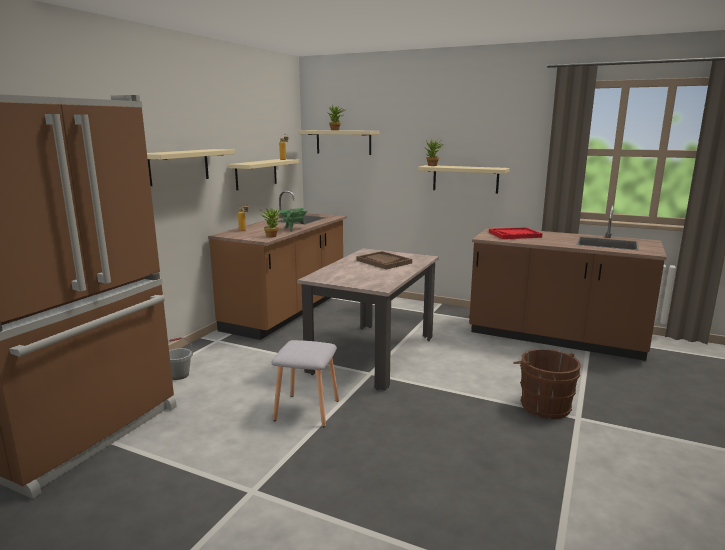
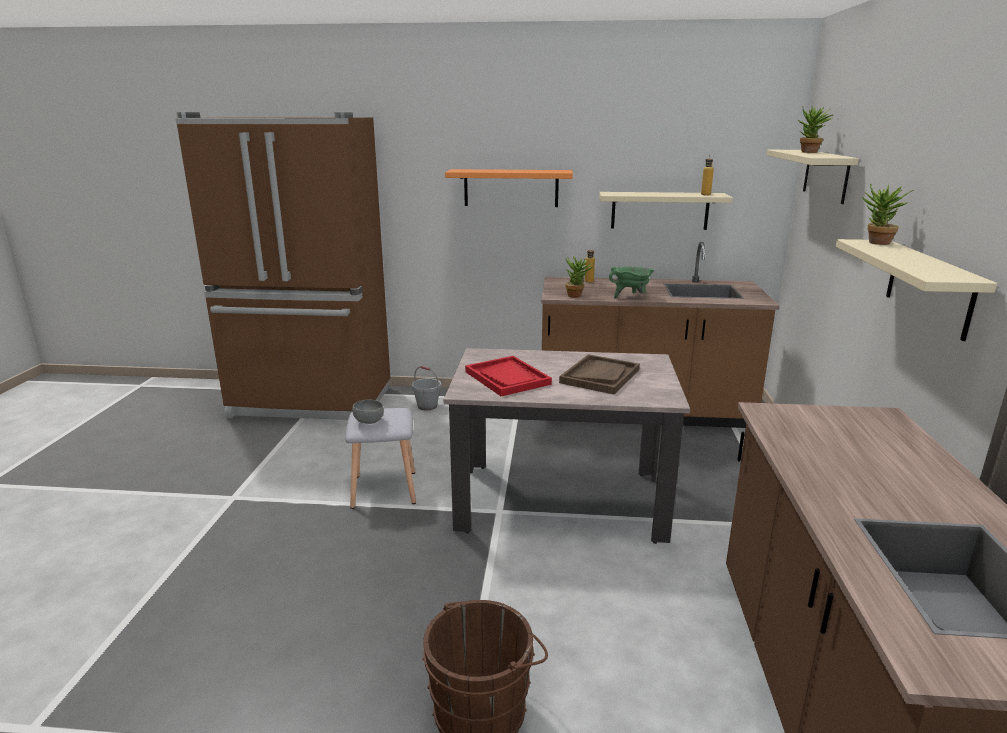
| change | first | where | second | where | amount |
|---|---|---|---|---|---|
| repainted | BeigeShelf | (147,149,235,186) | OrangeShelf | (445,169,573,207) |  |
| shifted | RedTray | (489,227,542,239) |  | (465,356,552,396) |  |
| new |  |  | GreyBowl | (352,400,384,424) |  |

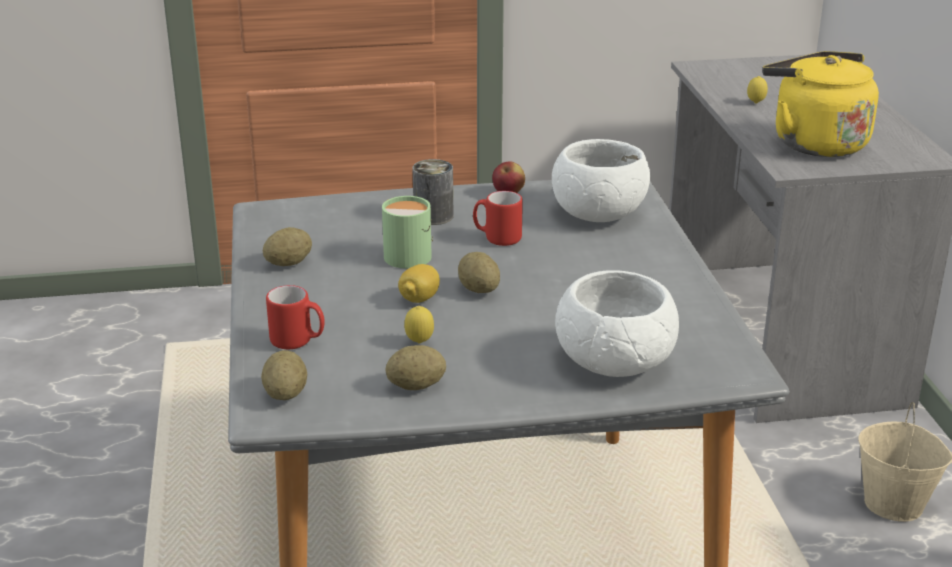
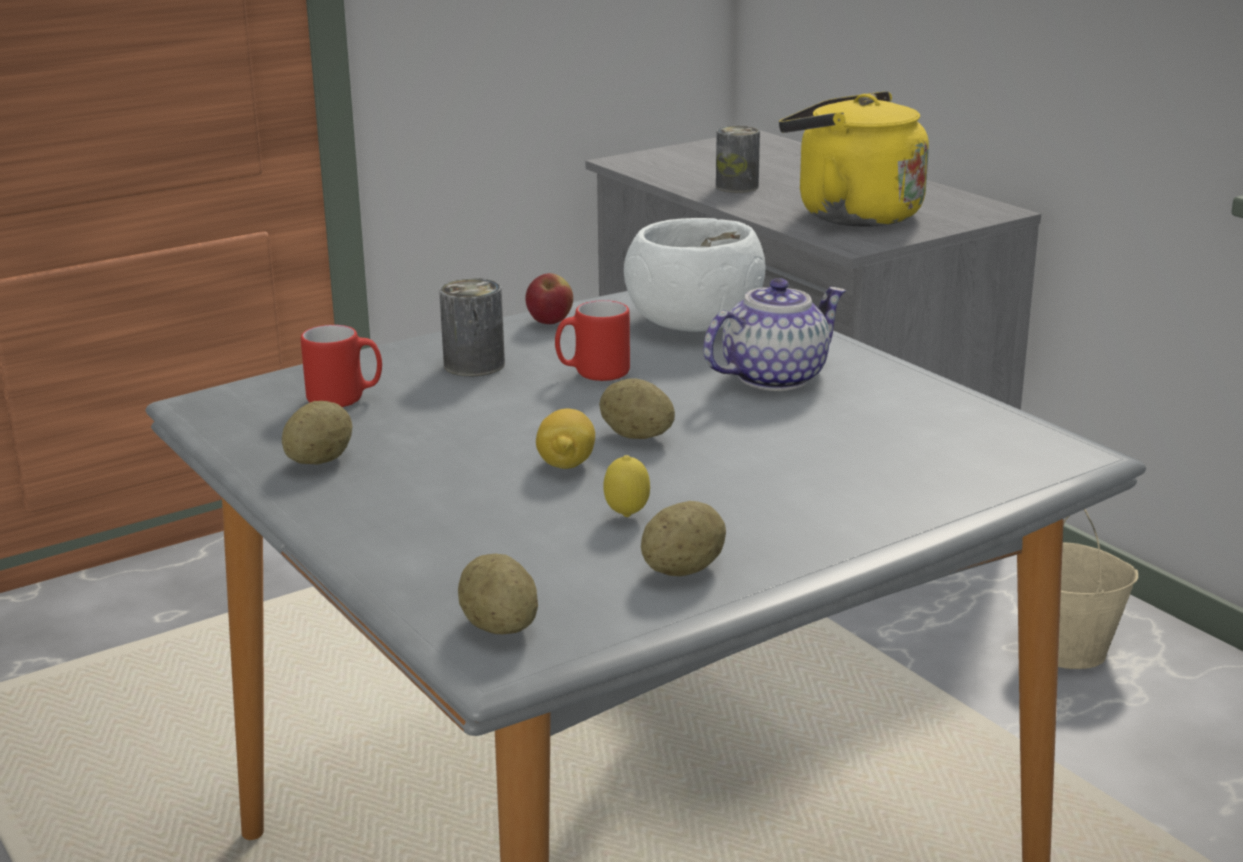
| change | first | where | second | where | amount |
|---|---|---|---|---|---|
| swapped | Lemon | (747,76,768,104) | Can | (716,126,760,193) |  |
| gone | GreenMug | (382,196,433,269) |  |  |  |
| gone | WhiteBowl | (555,270,679,377) |  |  |  |
| shifted | RedMug | (266,285,325,349) |  | (301,325,382,407) |  |
| new |  |  | Teapot | (703,278,847,391) |  |

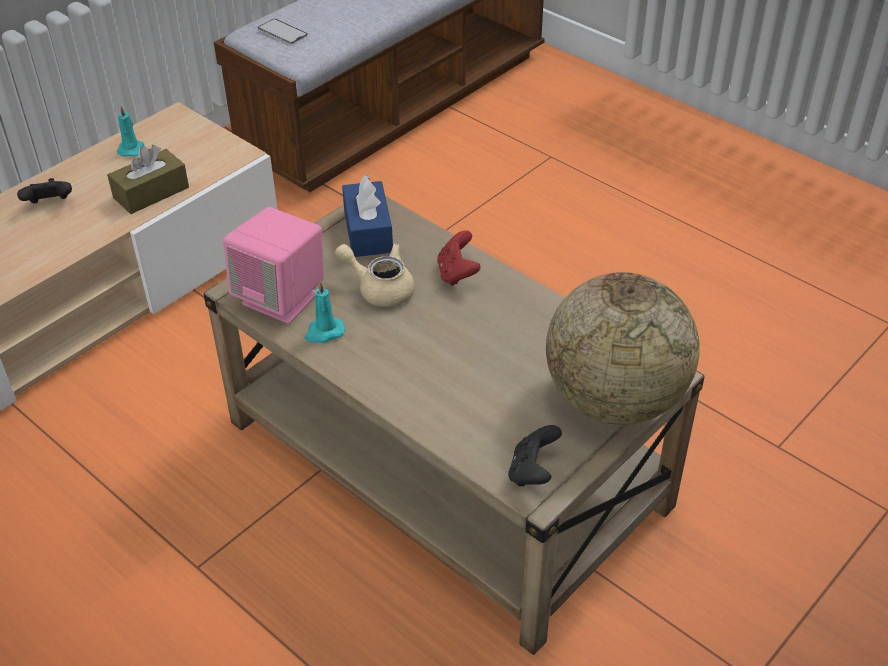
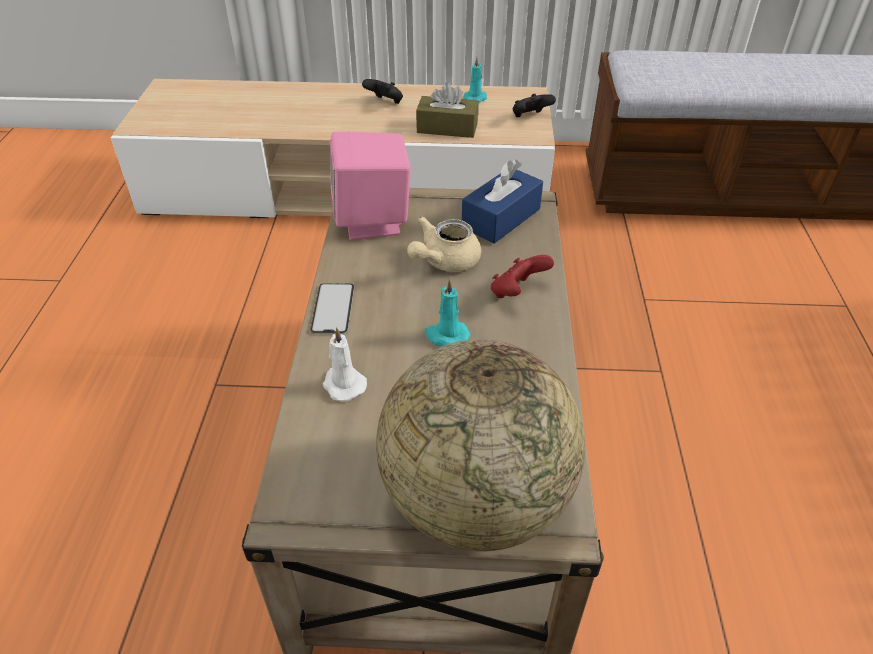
| change | first | where | second | where | amount |
|---|---|---|---|---|---|
| shifted | Phone | (258,19,308,44) |  | (310,283,354,334) |  |
| rotated | BeigeTeapot | (335,243,415,307) |  | (407,216,481,272) | 120 degrees counterclockwise |
| shifted | TurquoiseCandle | (305,281,345,343) |  | (425,278,470,346) |  |
| shifted | BlackGameController | (508,425,562,486) |  | (513,94,556,117) |  |
| new |  |  | WhiteCandle | (322,327,367,401) |  |

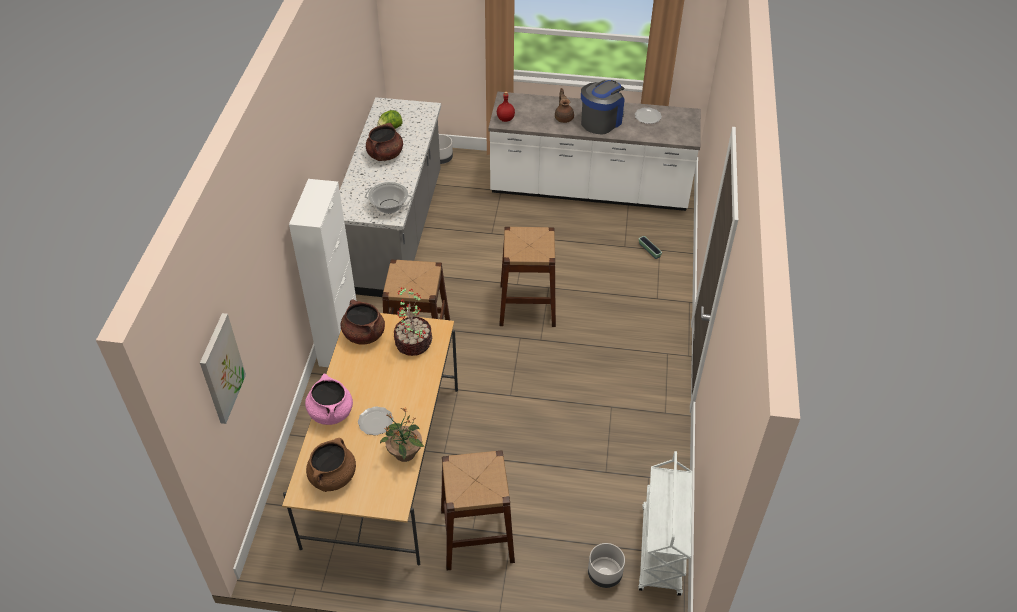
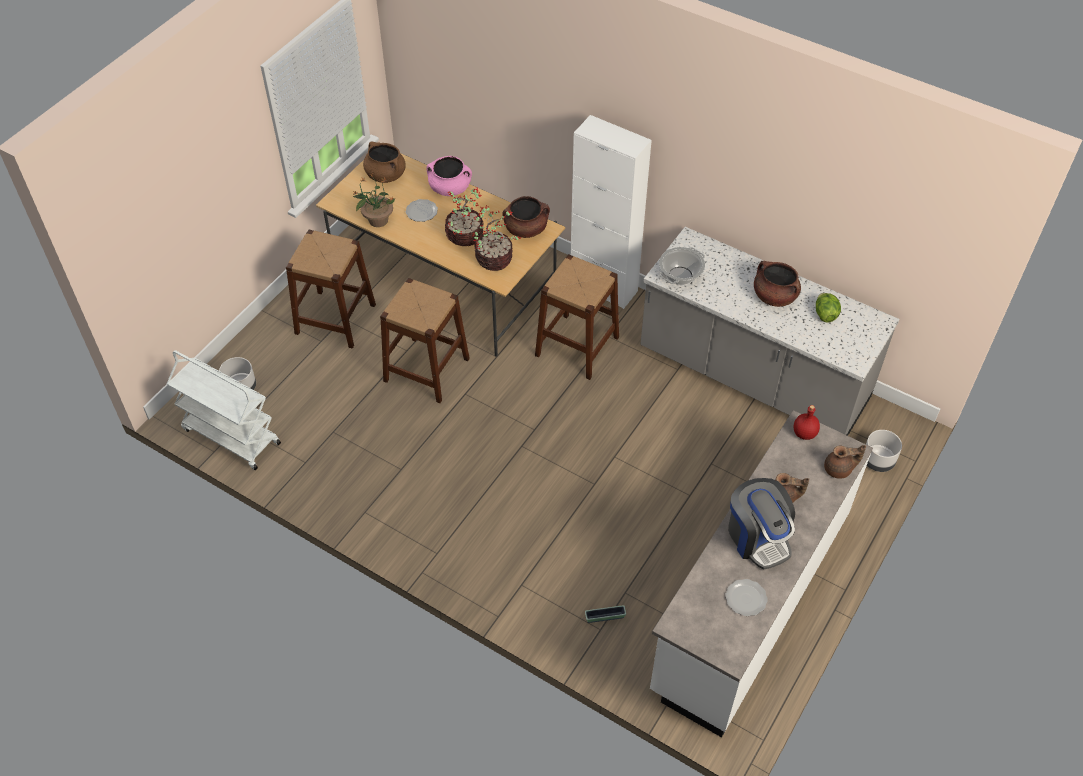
| change | first | where | second | where | amount |
|---|---|---|---|---|---|
| shifted | BrownStool | (499,227,556,327) |  | (380,278,470,403) |  |
| gone | Picture | (200,313,246,424) |  |  |  |
| new |  |  | PottedPlant | (445,187,483,246) |  |
| new |  |  | BrownTeapot | (824,445,866,479) |  |

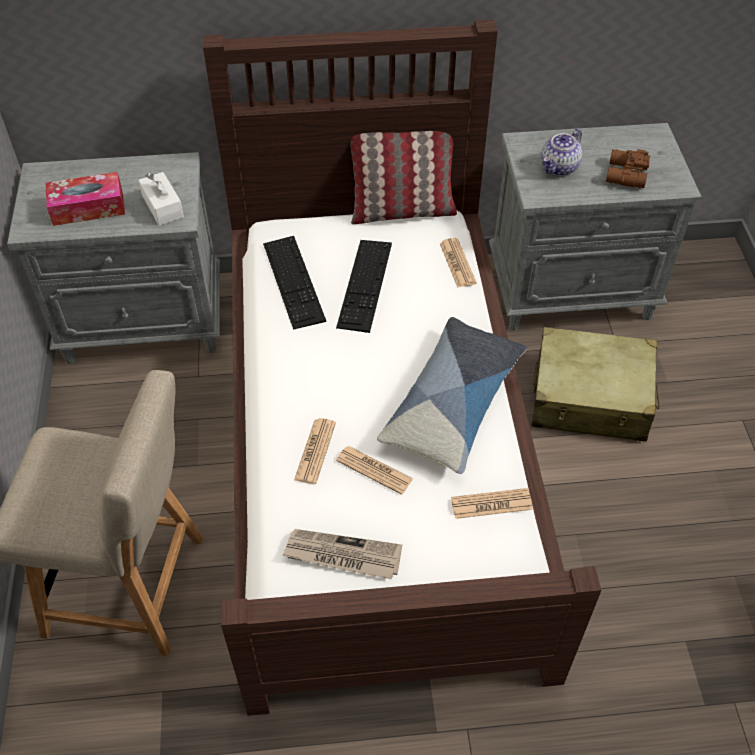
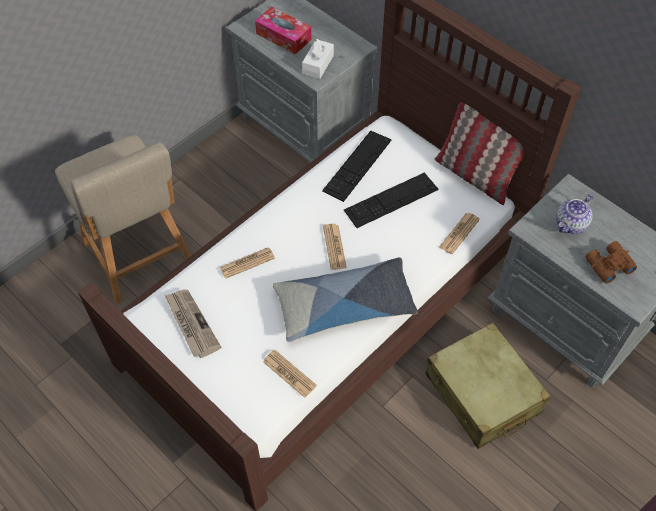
| change | first | where | second | where | amount |
|---|---|---|---|---|---|
| rotated | Teapot | (541,128,582,176) |  | (556,194,593,234) | 45 degrees counterclockwise |
| shifted | Newspaper | (336,446,413,495) |  | (323,224,347,270) |  |

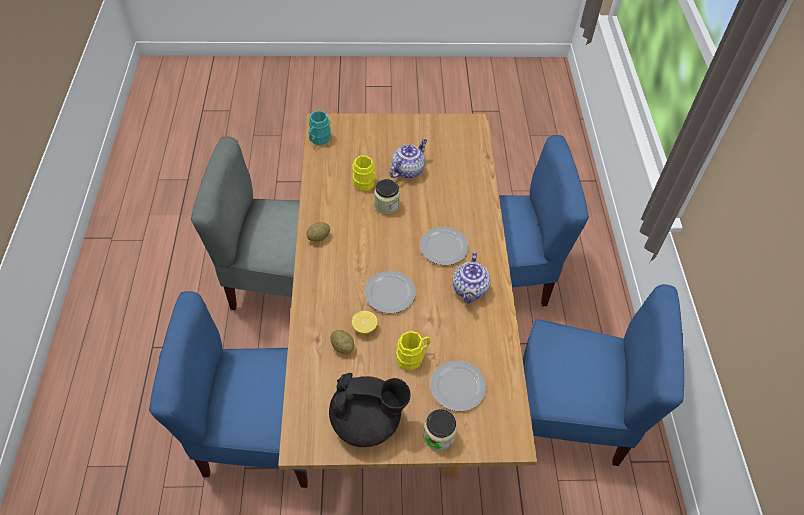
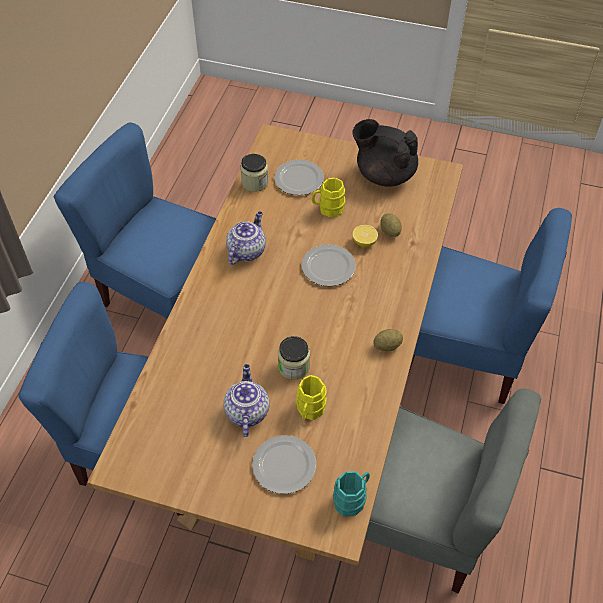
| change | first | where | second | where | amount |
|---|---|---|---|---|---|
| rotated | Teapot | (389,139,427,179) |  | (224,364,269,437) | 120 degrees clockwise |
| shifted | Plate | (420,227,469,265) |  | (252,435,317,494) |  |
| shifted | Jar | (423,409,457,451) |  | (240,154,268,192) |  |

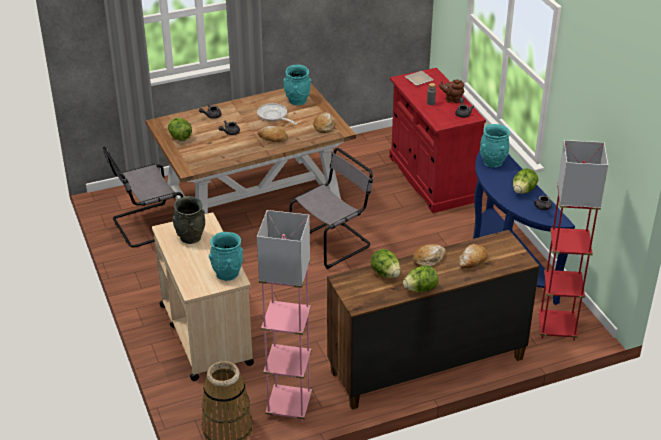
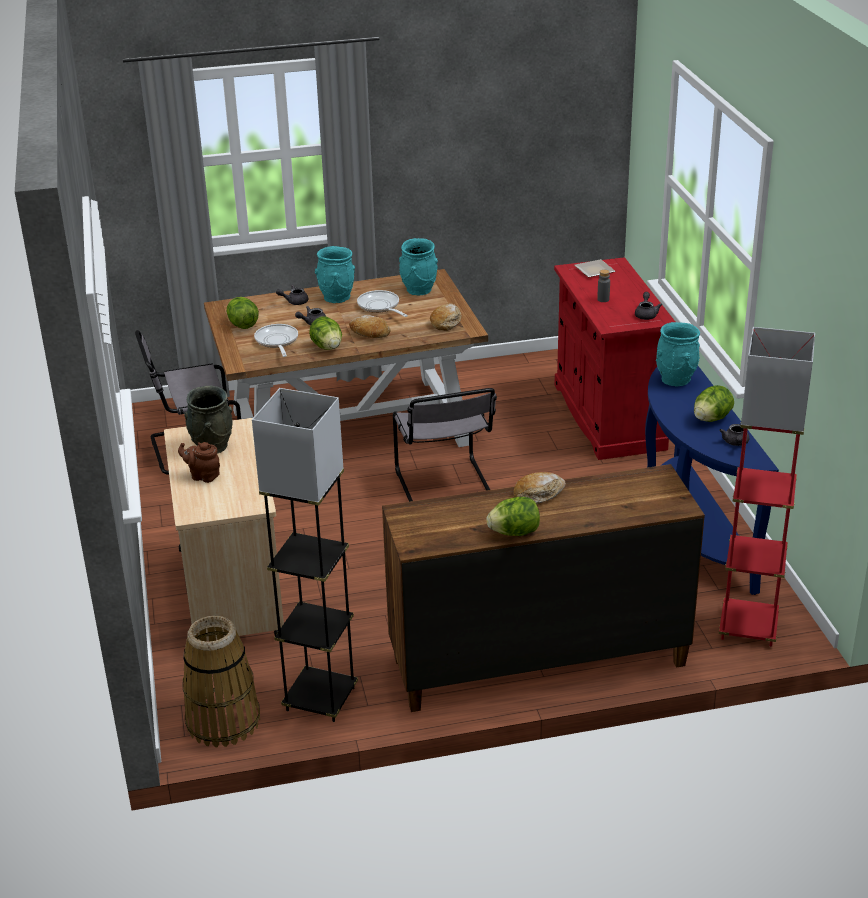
| change | first | where | second | where | amount |
|---|---|---|---|---|---|
| shifted | BrownTeapot | (439,79,465,103) |  | (178,442,220,483) |  |
| rotated | GreyChair | (289,148,373,269) |  | (393,388,497,502) | 105 degrees clockwise |
| repainted | PinkFloorLamp | (257,210,312,422) | GreyFloorLamp | (252,388,358,722) |  |
| shifted | TurquoiseVase | (209,232,243,281) |  | (315,246,355,303) |  |
| gone | Bread | (459,244,487,269) |  |  |  |
| shifted | Lettuce | (371,249,400,278) |  | (309,316,342,350) |  |
| new |  |  | FryingPan | (254,324,298,357) |  |

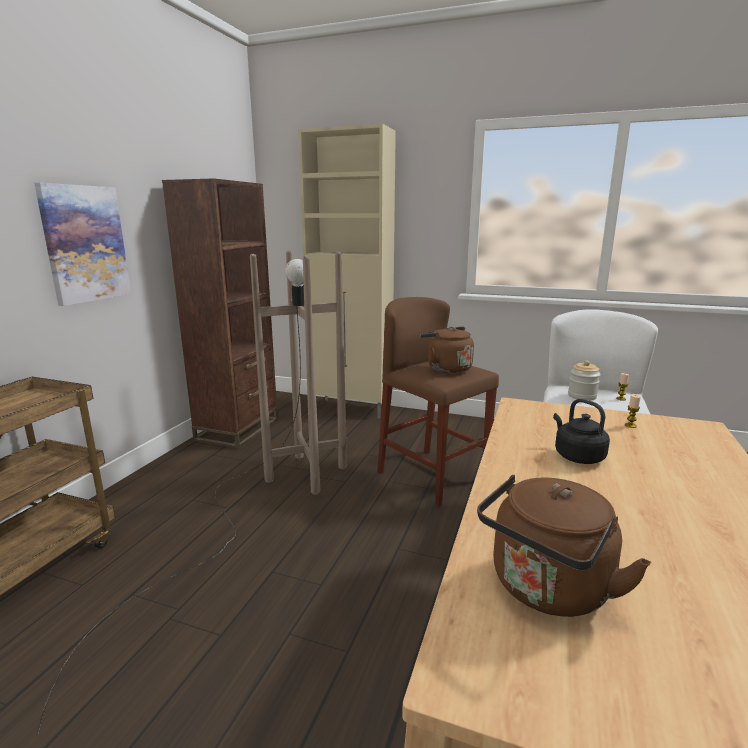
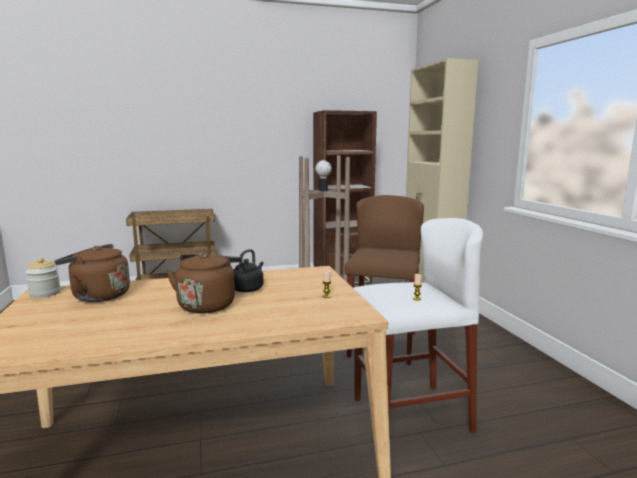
| change | first | where | second | where | amount |
|---|---|---|---|---|---|
| gone | Picture | (34,183,131,306) |  |  |  |
| shifted | BrownKettle | (420,327,474,373) |  | (167,253,241,313) |  |
| shifted | Jar | (568,360,601,401) |  | (26,258,61,298) |  |

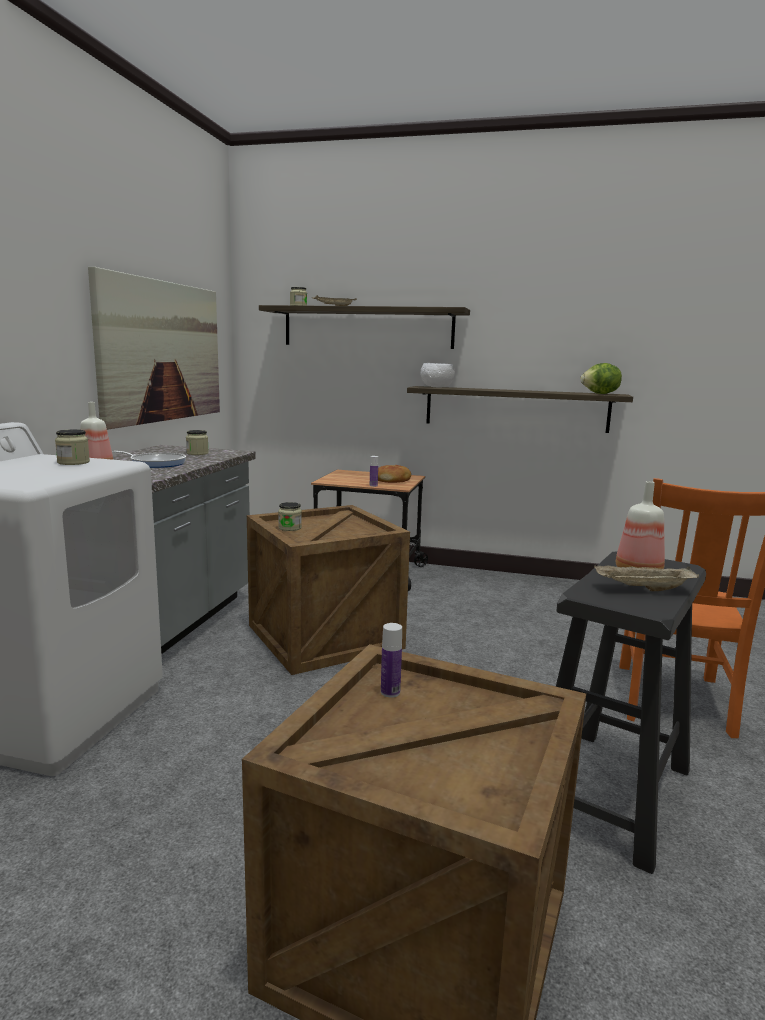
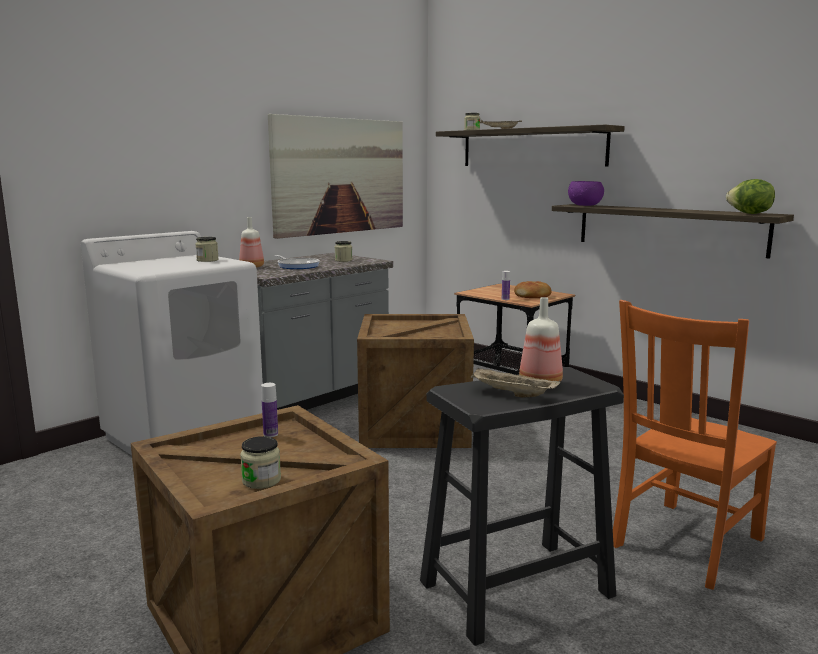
| change | first | where | second | where | amount |
|---|---|---|---|---|---|
| repainted | WhiteBowl | (420,363,455,387) | PurpleBowl | (568,181,604,206) |  |
| shifted | Jar | (278,502,302,531) |  | (240,436,281,489) |  |

